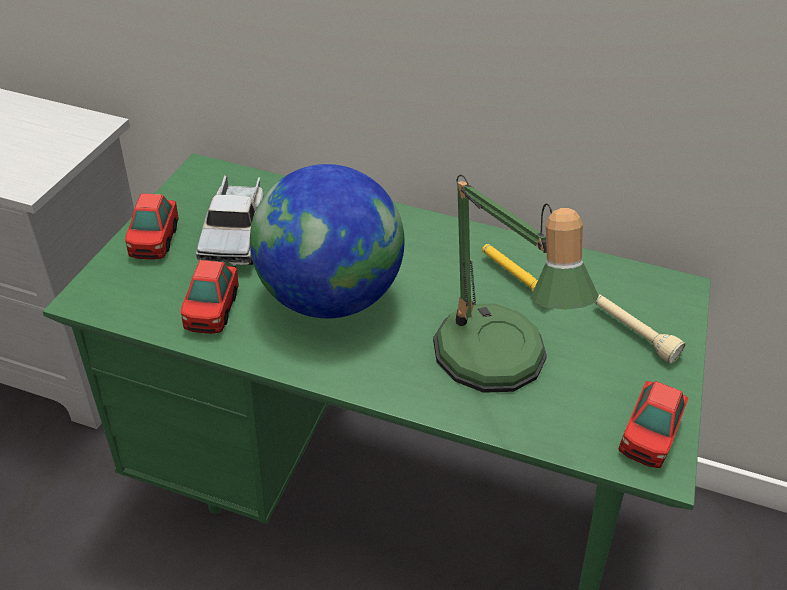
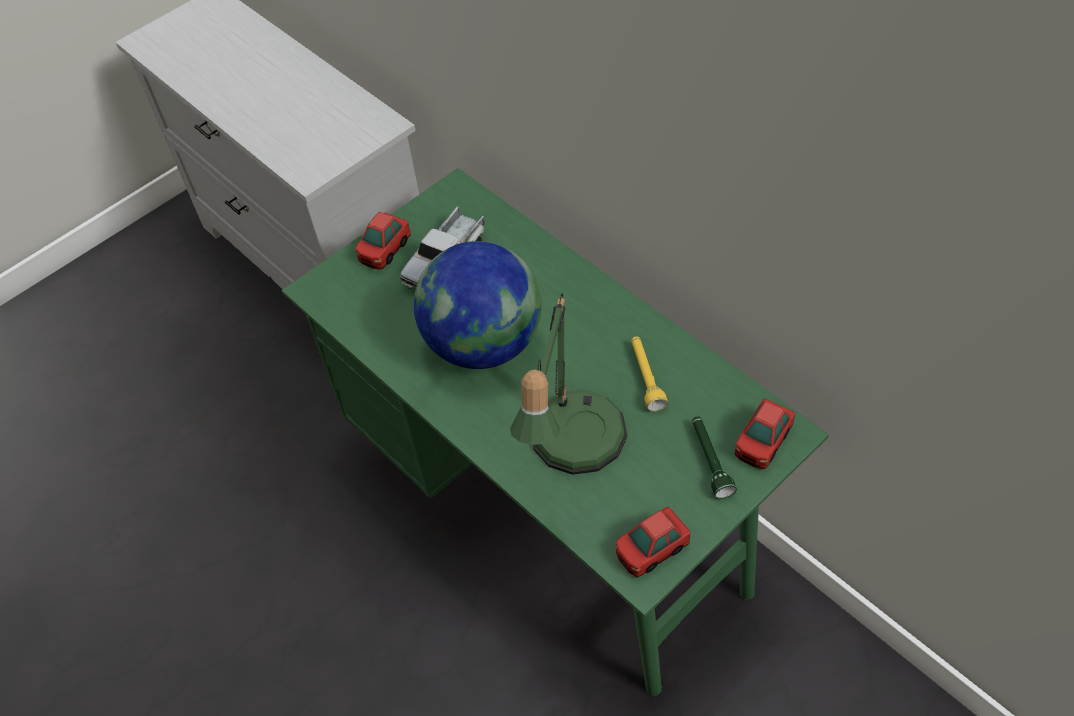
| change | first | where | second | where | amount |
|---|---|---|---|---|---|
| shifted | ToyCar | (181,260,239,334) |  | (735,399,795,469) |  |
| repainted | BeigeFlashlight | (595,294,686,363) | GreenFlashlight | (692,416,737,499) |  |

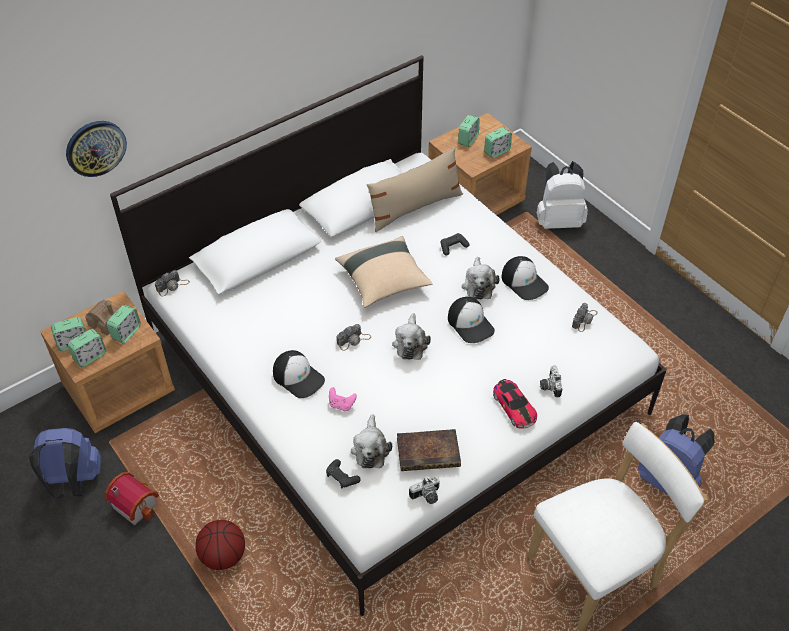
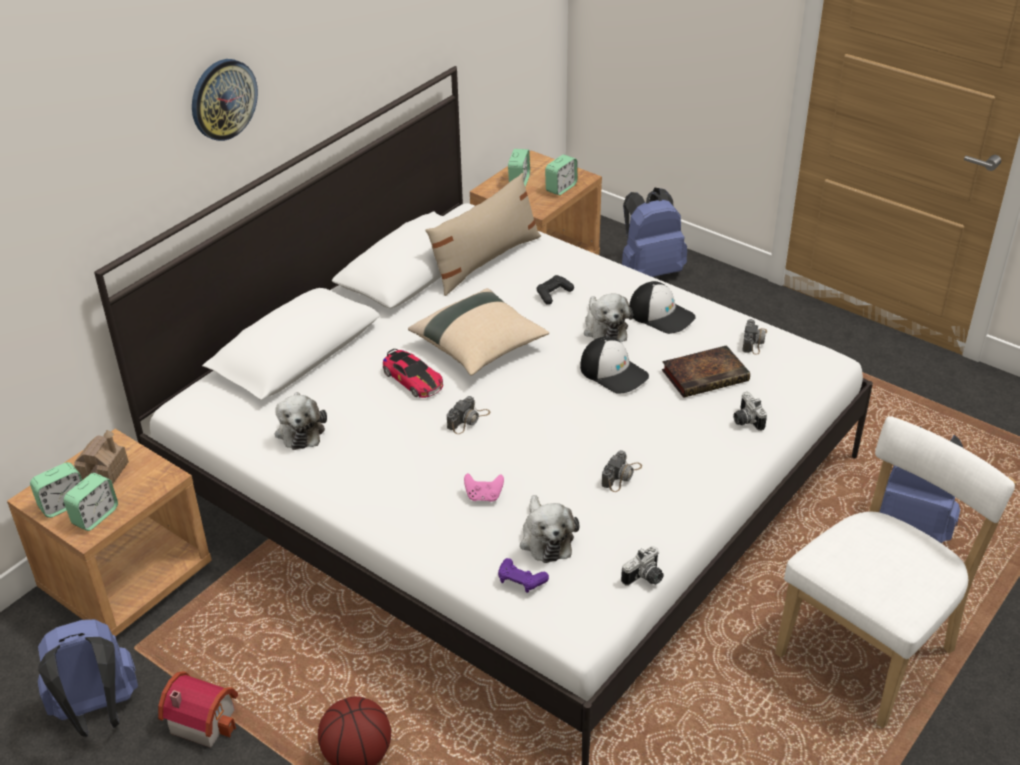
| change | first | where | second | where | amount |
|---|---|---|---|---|---|
| shifted | WallClock | (66,121,127,177) |  | (192,59,258,141) |  |
| repainted | WhiteBackpack | (537,161,588,229) | BlueBackpack | (622,187,687,277) |  |
| shifted | PhotoCamera | (155,270,190,296) |  | (602,450,642,492) |  |
| gone | AlarmClock | (107,305,141,343) |  |  |  |
| shifted | PlushToy | (392,313,431,360) |  | (275,392,327,450) |  |
| gone | Cap | (273,350,325,398) |  |  |  |
| shifted | ToyCar | (493,379,537,429) |  | (383,349,443,398) |  |
| shifted | Book | (397,429,461,471) |  | (662,345,750,398) |  |
| repainted | BlackGameController | (326,459,361,488) | PurpleGameController | (498,558,549,593) |  |

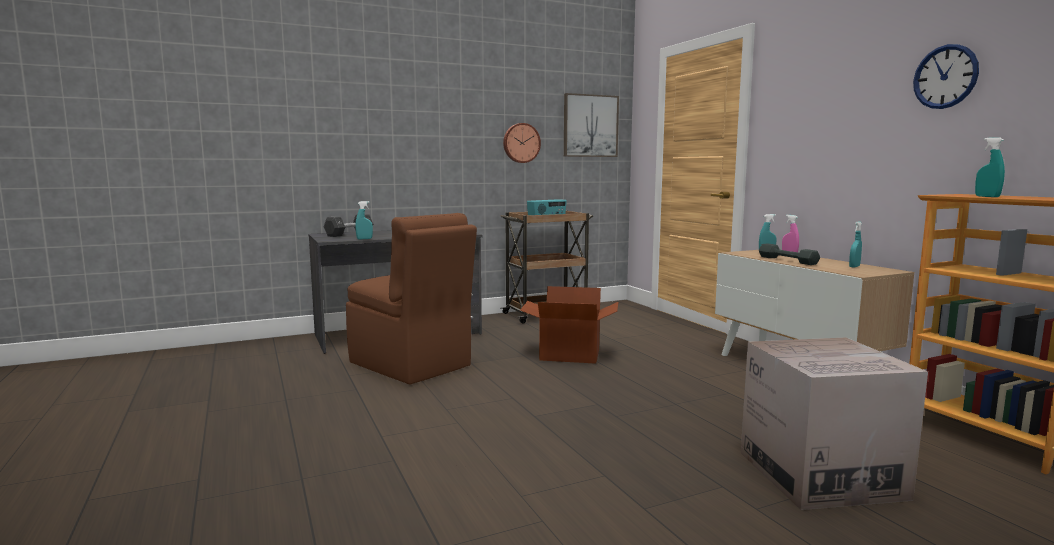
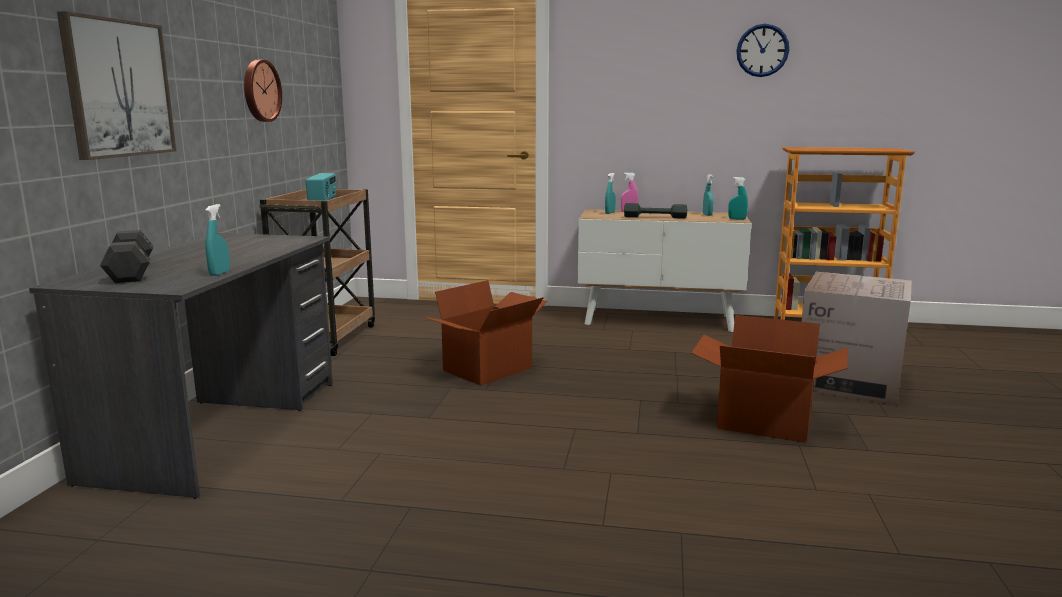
| change | first | where | second | where | amount |
|---|---|---|---|---|---|
| shifted | Picture | (564,93,619,157) |  | (57,11,176,160) |  |
| shifted | TurquoiseSprayBottle | (975,137,1005,197) |  | (728,177,748,220) |  |
| gone | BrownChair | (346,213,477,384) |  |  |  |
| new |  |  | CardboardBox | (692,315,848,443) |  |

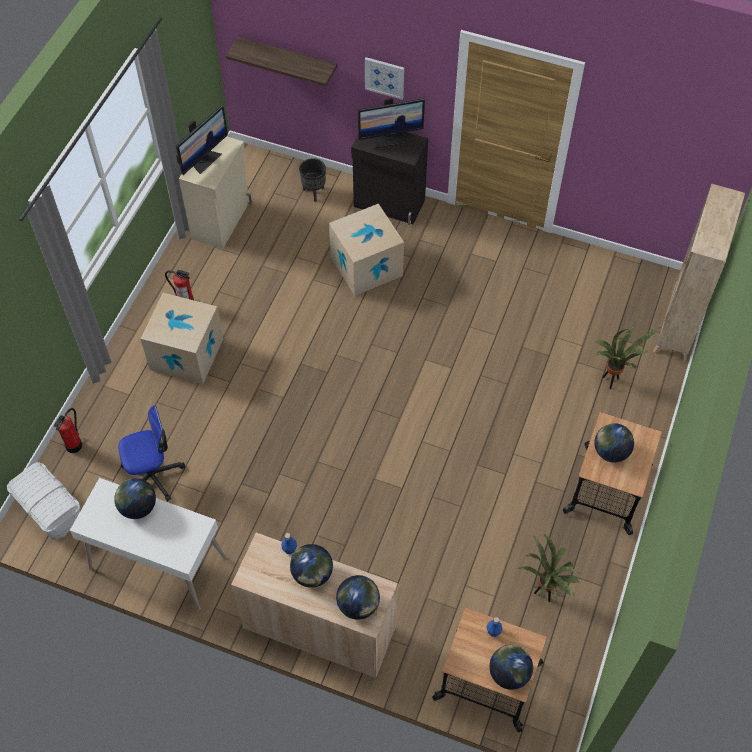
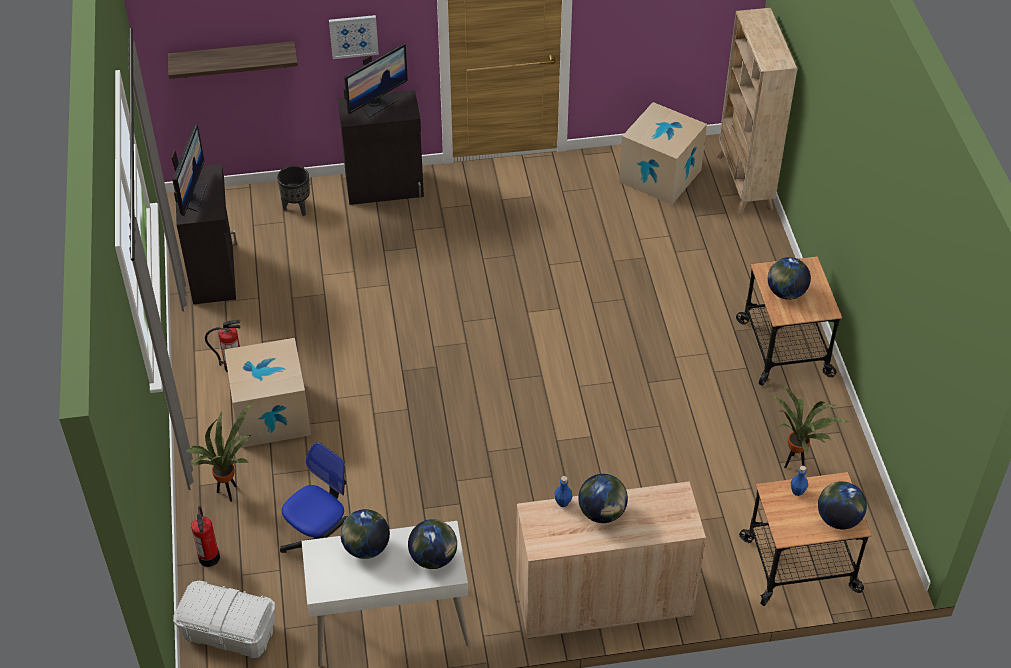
| change | first | where | second | where | amount |
|---|---|---|---|---|---|
| repainted | BeigeCabinet | (179,136,252,249) | BlackCabinet | (176,164,237,304) |  |
| shifted | CardboardBox | (329,204,404,296) |  | (619,102,707,205) |  |
| shifted | PottedPlant | (595,324,662,389) |  | (187,400,254,502) |  |
| shifted | Globe | (336,575,380,620) |  | (408,519,457,569) |  |

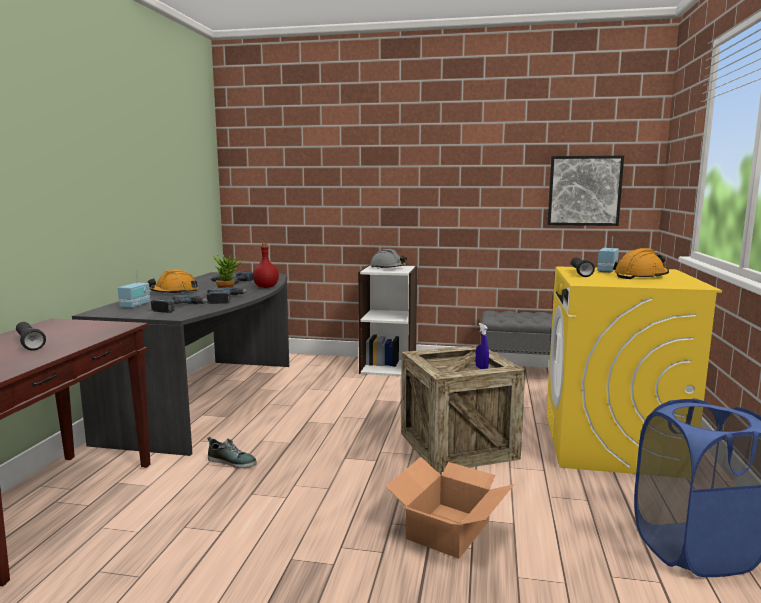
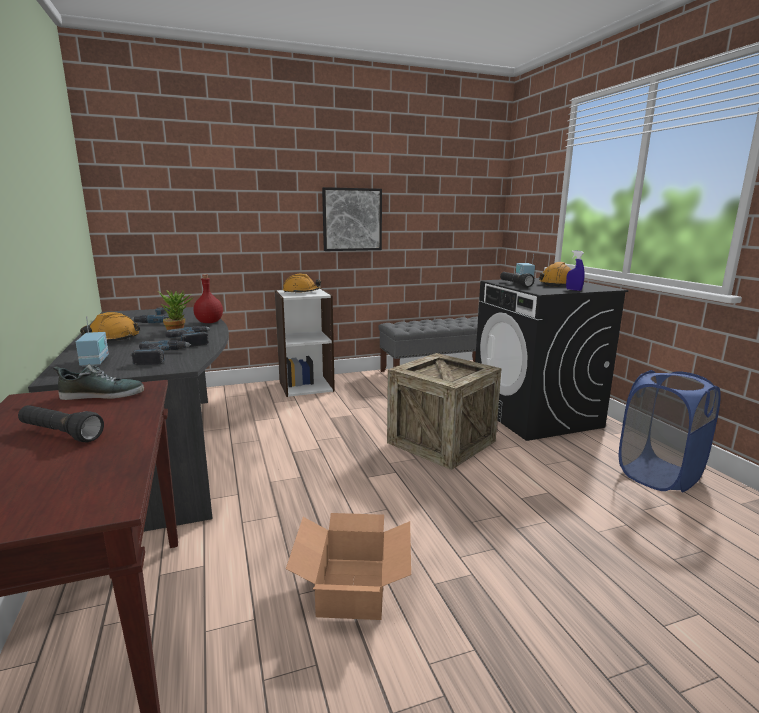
| change | first | where | second | where | amount |
|---|---|---|---|---|---|
| shifted | Picture | (547,156,624,226) |  | (322,187,382,251) |  |
| repainted | GreyHardHat | (370,249,407,268) | OrangeHardHat | (283,274,321,293) |  |
| repainted | YellowWashingMachine | (546,266,722,474) | BlackWashingMachine | (475,278,628,441) |  |
| shifted | BlueSprayBottle | (476,323,489,369) |  | (566,250,585,291) |  |
| shifted | Shoe | (207,437,257,468) |  | (53,364,144,400) |  |
| shifted | CardboardBox | (386,457,514,559) |  | (286,513,411,620) |  |

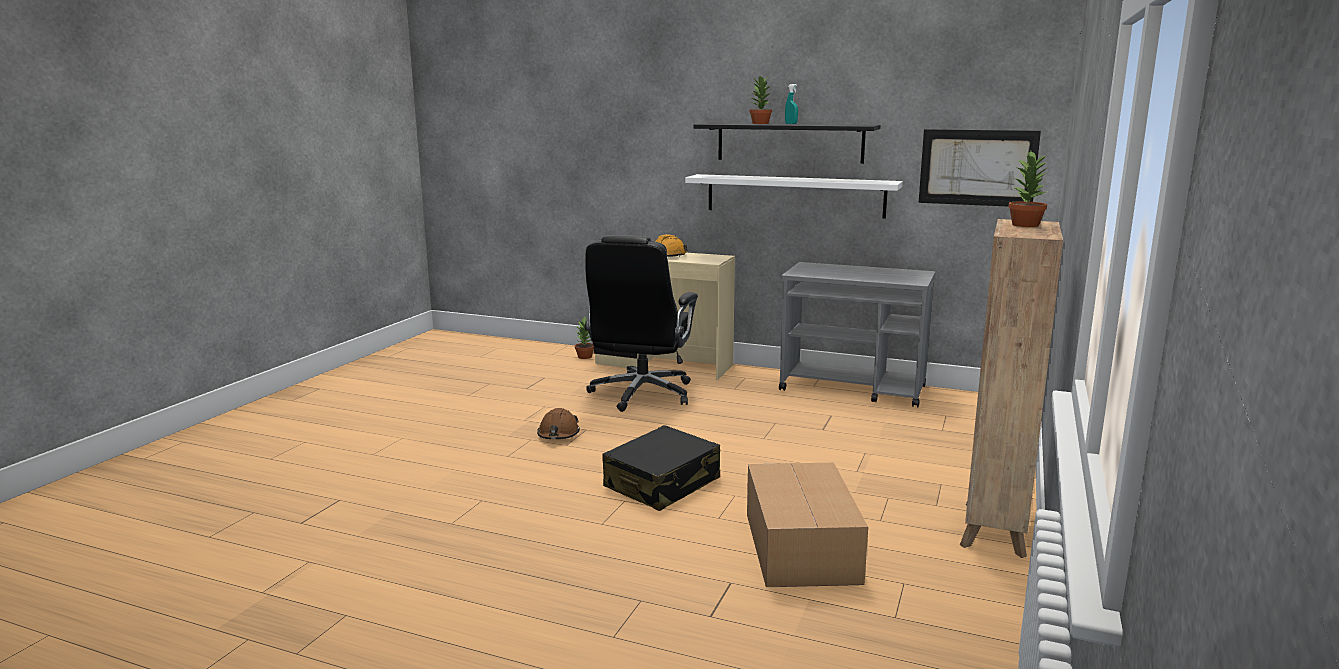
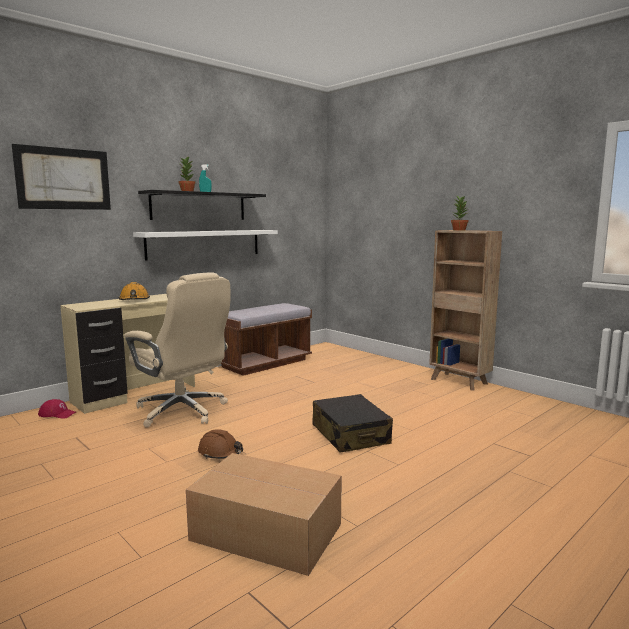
| change | first | where | second | where | amount |
|---|---|---|---|---|---|
| shifted | Picture | (919,129,1041,207) |  | (12,144,111,210) |  |
| repainted | BlackOfficeChair | (585,235,698,412) | BeigeOfficeChair | (124,273,231,428) |  |
| swapped | GreyCart | (779,262,935,407) | BrownBench | (221,303,312,376) |  |
| swapped | PottedPlant | (575,317,594,359) | RedCap | (38,399,76,419) |  |
| shifted | CardboardBox | (747,463,868,587) |  | (186,453,342,576) |  |

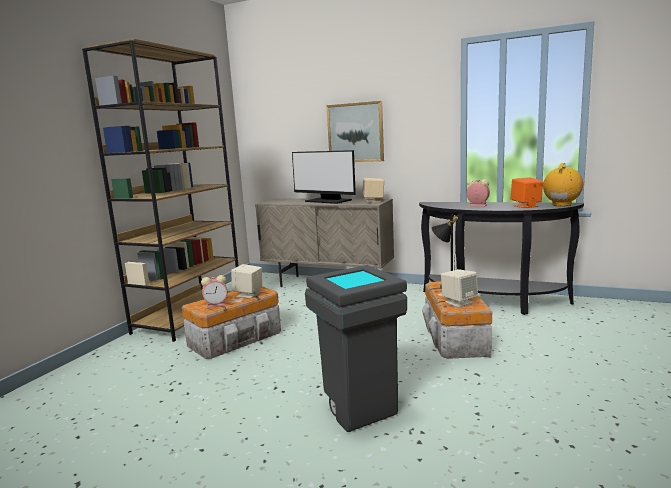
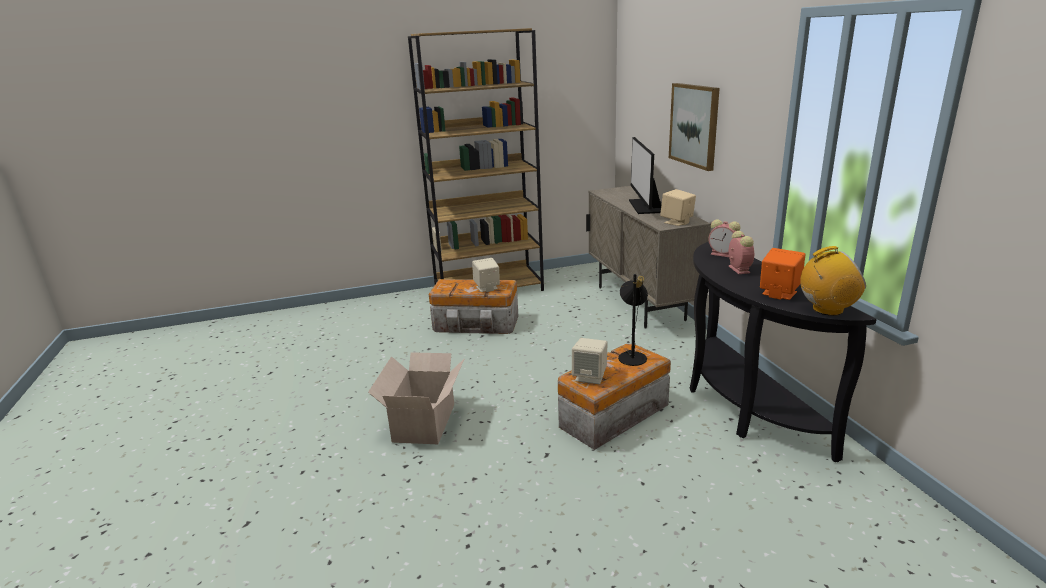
| change | first | where | second | where | amount |
|---|---|---|---|---|---|
| swapped | GreyTrashCan | (305,265,407,432) | CardboardBox | (368,352,465,444) |  |
| shifted | AlarmClock | (201,275,228,308) |  | (708,219,740,257) |  |

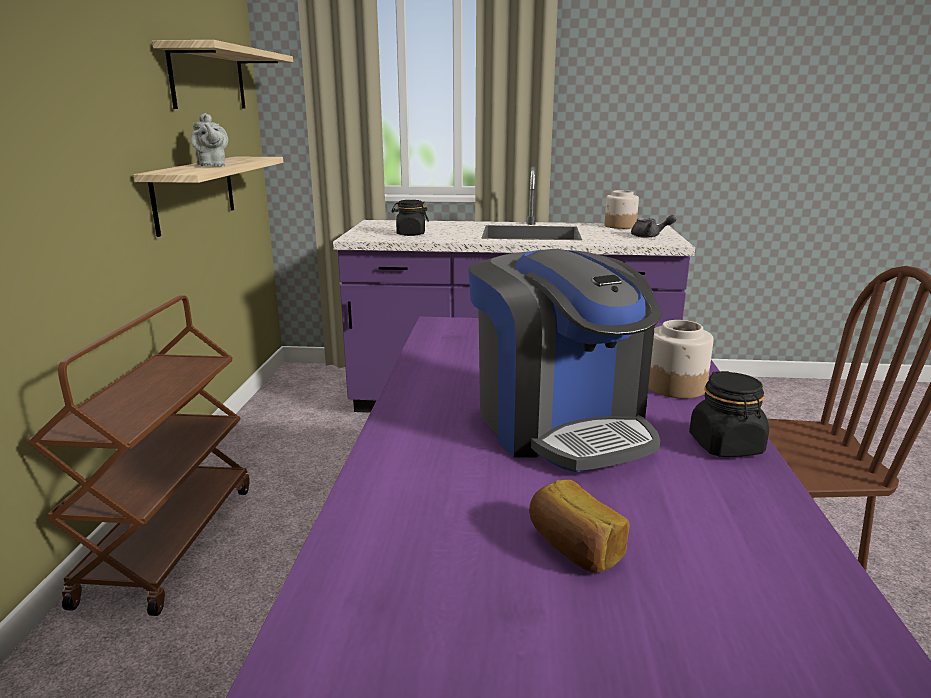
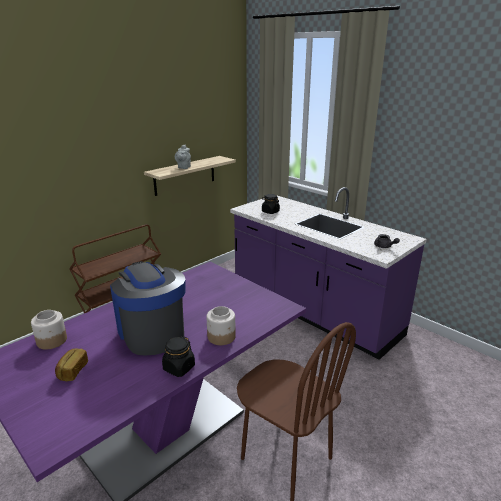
| change | first | where | second | where | amount |
|---|---|---|---|---|---|
| gone | Shelf | (152,40,293,109) |  |  |  |
| shifted | Jar | (605,190,639,229) |  | (31,310,67,350) |  |
| rotated | CoffeeMachine | (468,249,662,472) |  | (110,261,186,356) | 135 degrees clockwise |

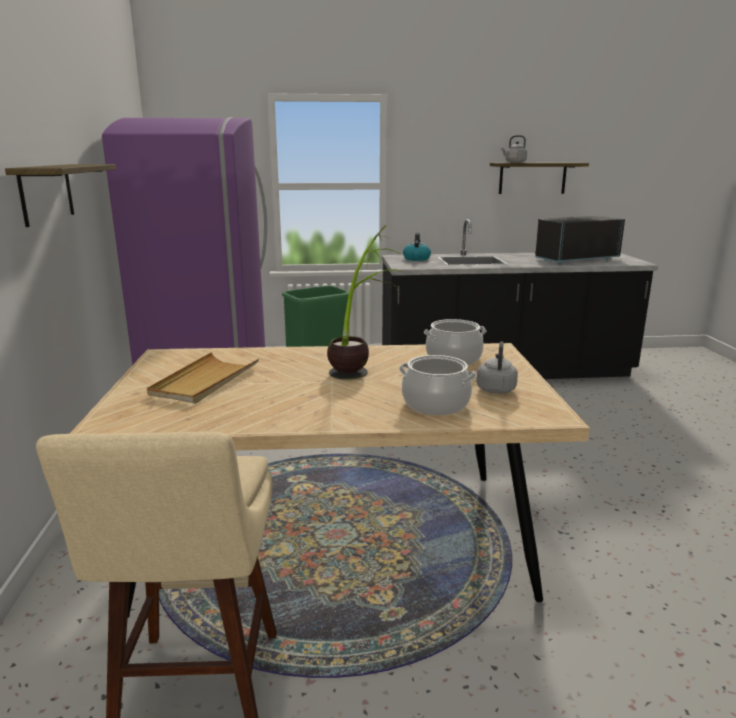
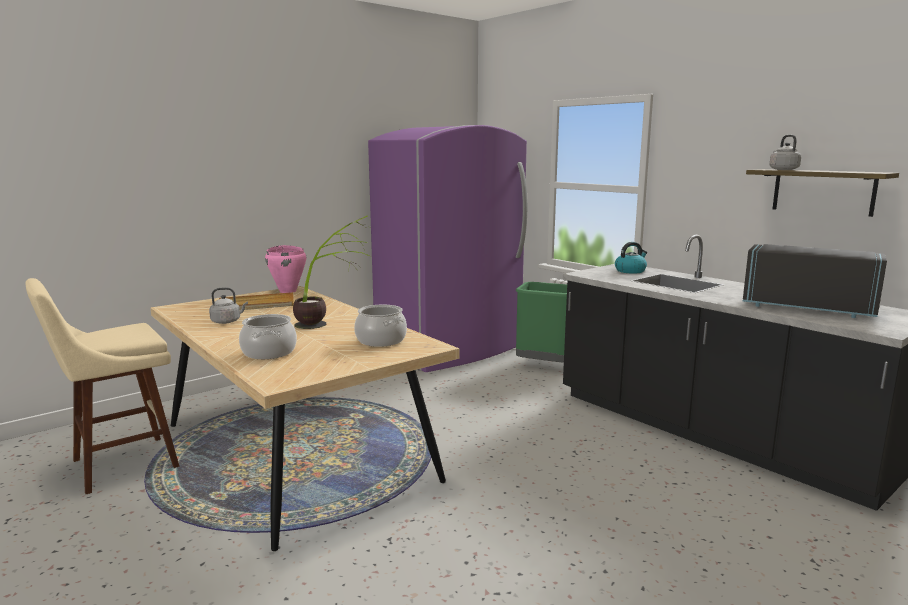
| change | first | where | second | where | amount |
|---|---|---|---|---|---|
| gone | Shelf | (5,164,116,227) |  |  |  |
| shifted | GreyKettle | (476,341,518,394) |  | (209,287,248,324) |  |
| new |  |  | PinkCookingPot | (265,245,306,293) |  |

